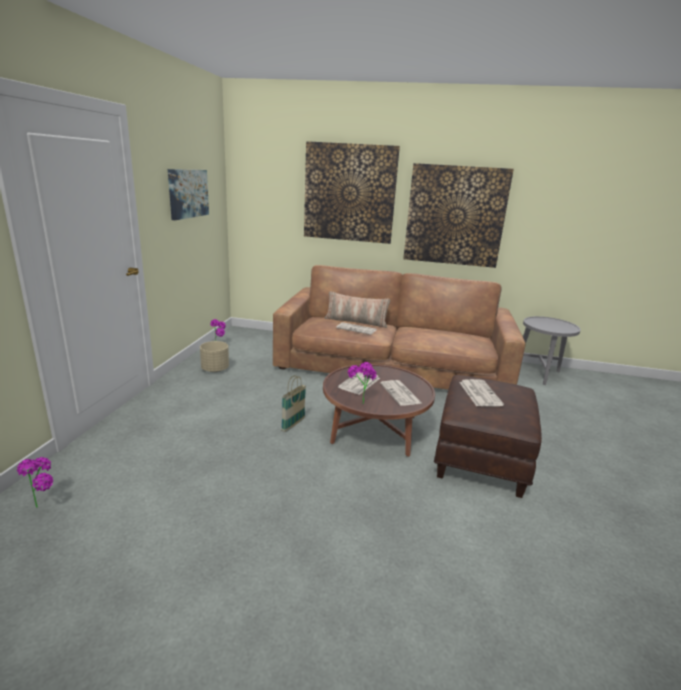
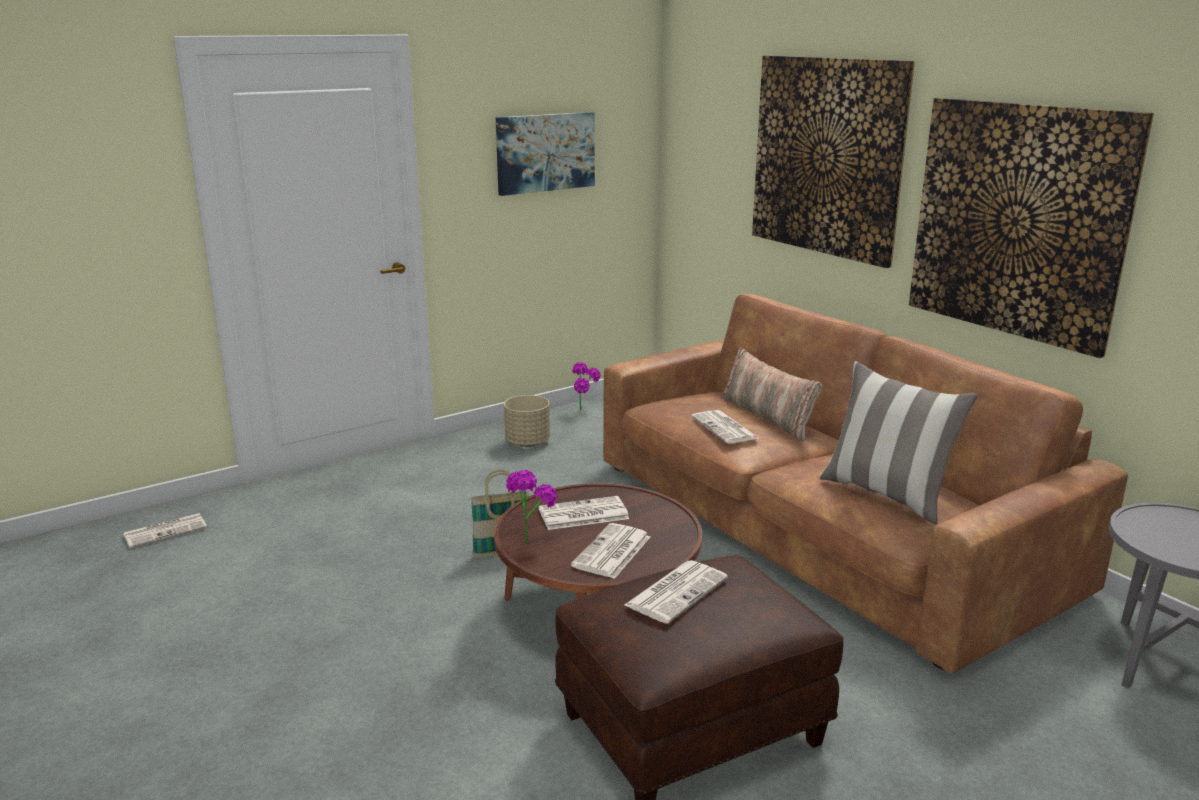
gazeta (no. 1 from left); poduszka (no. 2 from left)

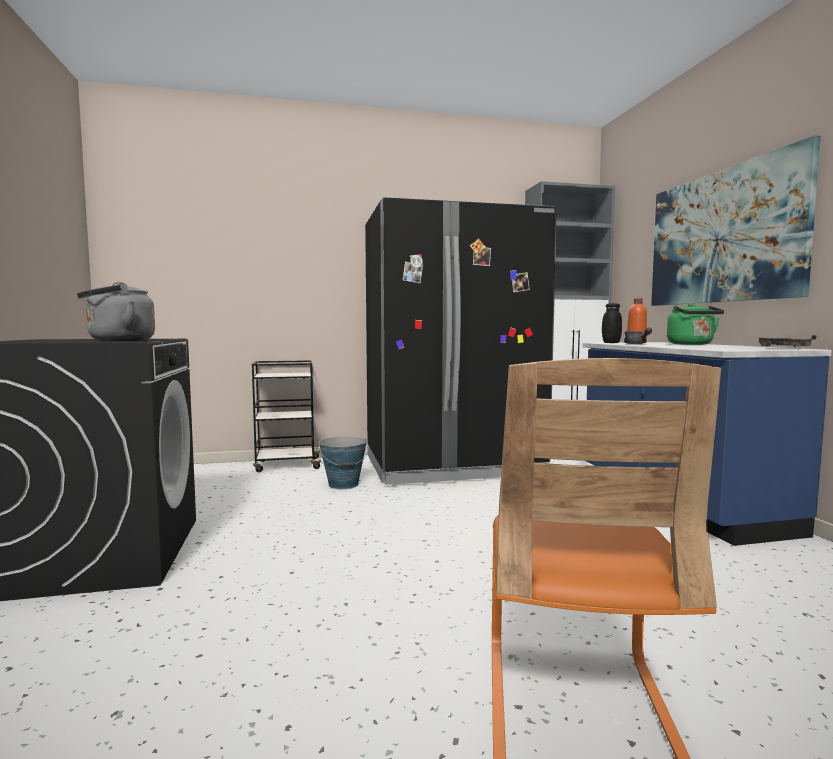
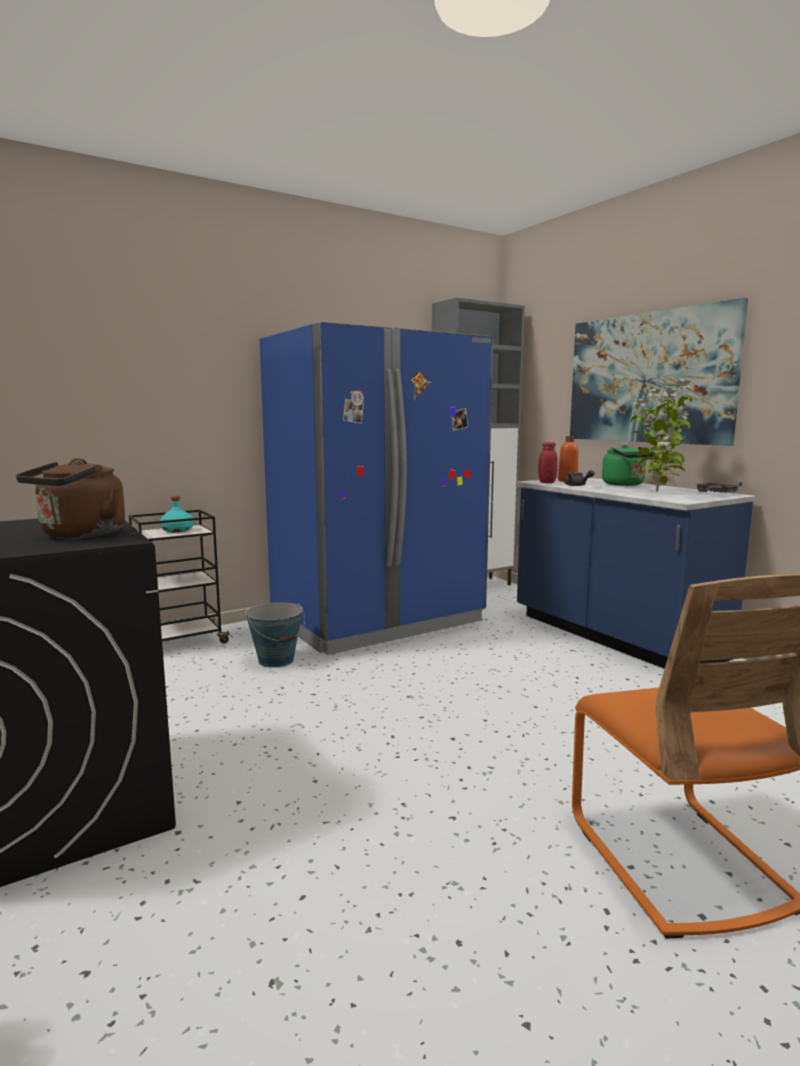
lodówka [niebieski]; czajnik [brązowy]; słoik [czerwony]; roślina doniczkowa; butelka [turkusowy]

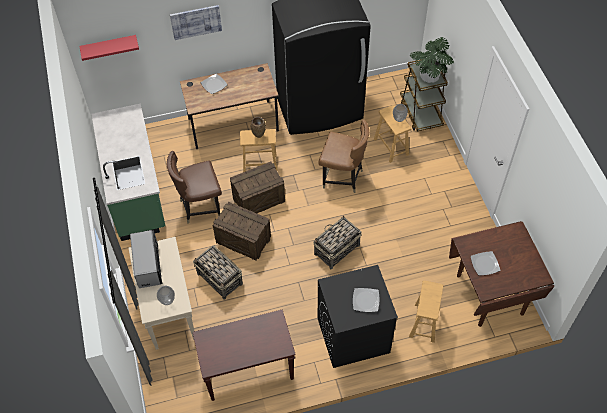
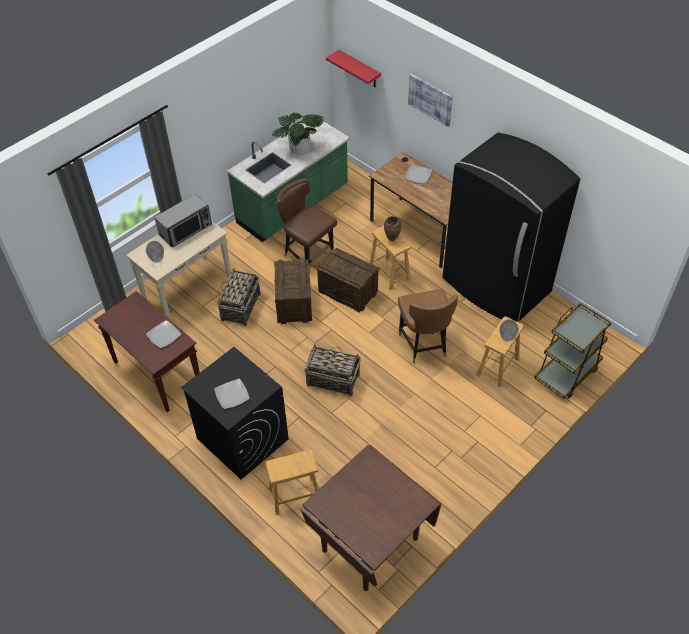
roślina doniczkowa; talerz (no. 1 from left)

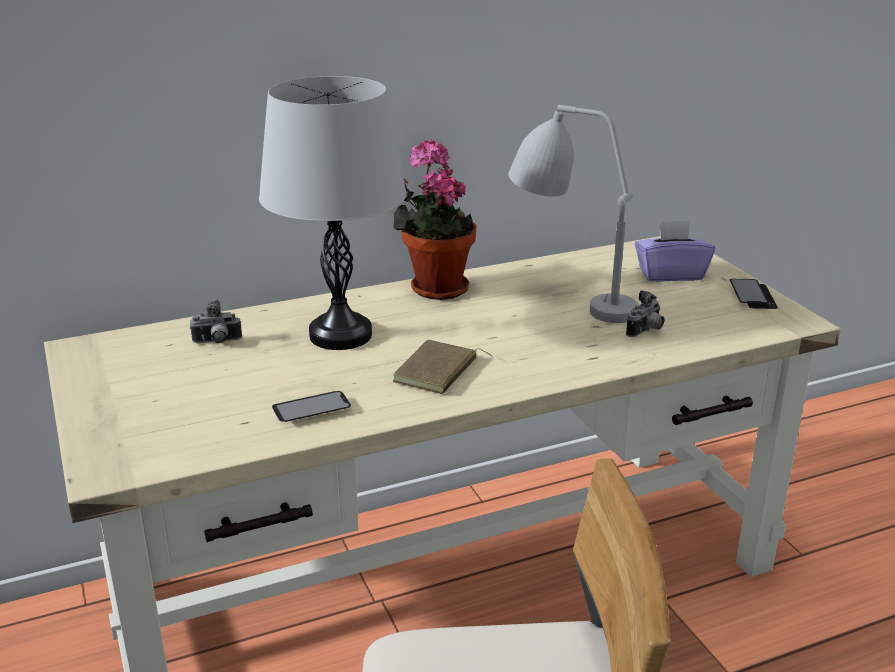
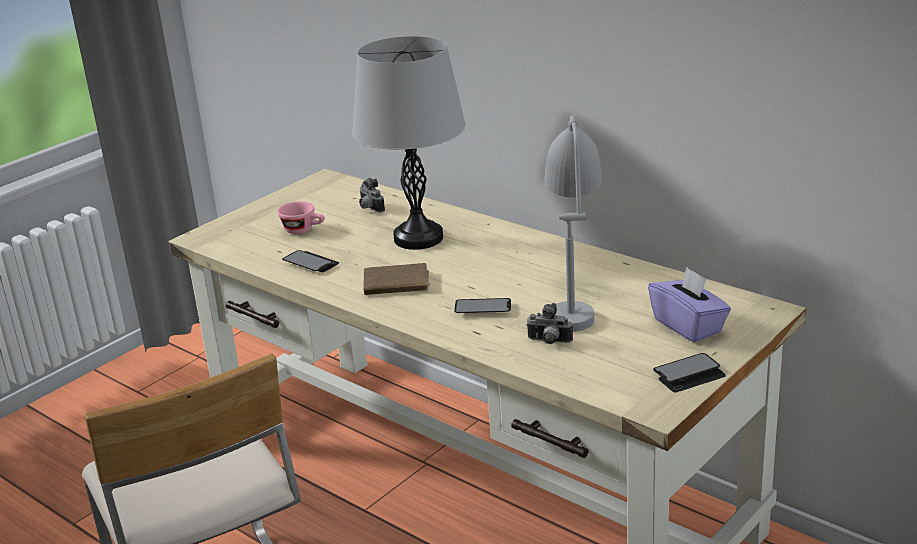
roślina doniczkowa; filiżanka [różowy]; telefon (no. 2 from left)

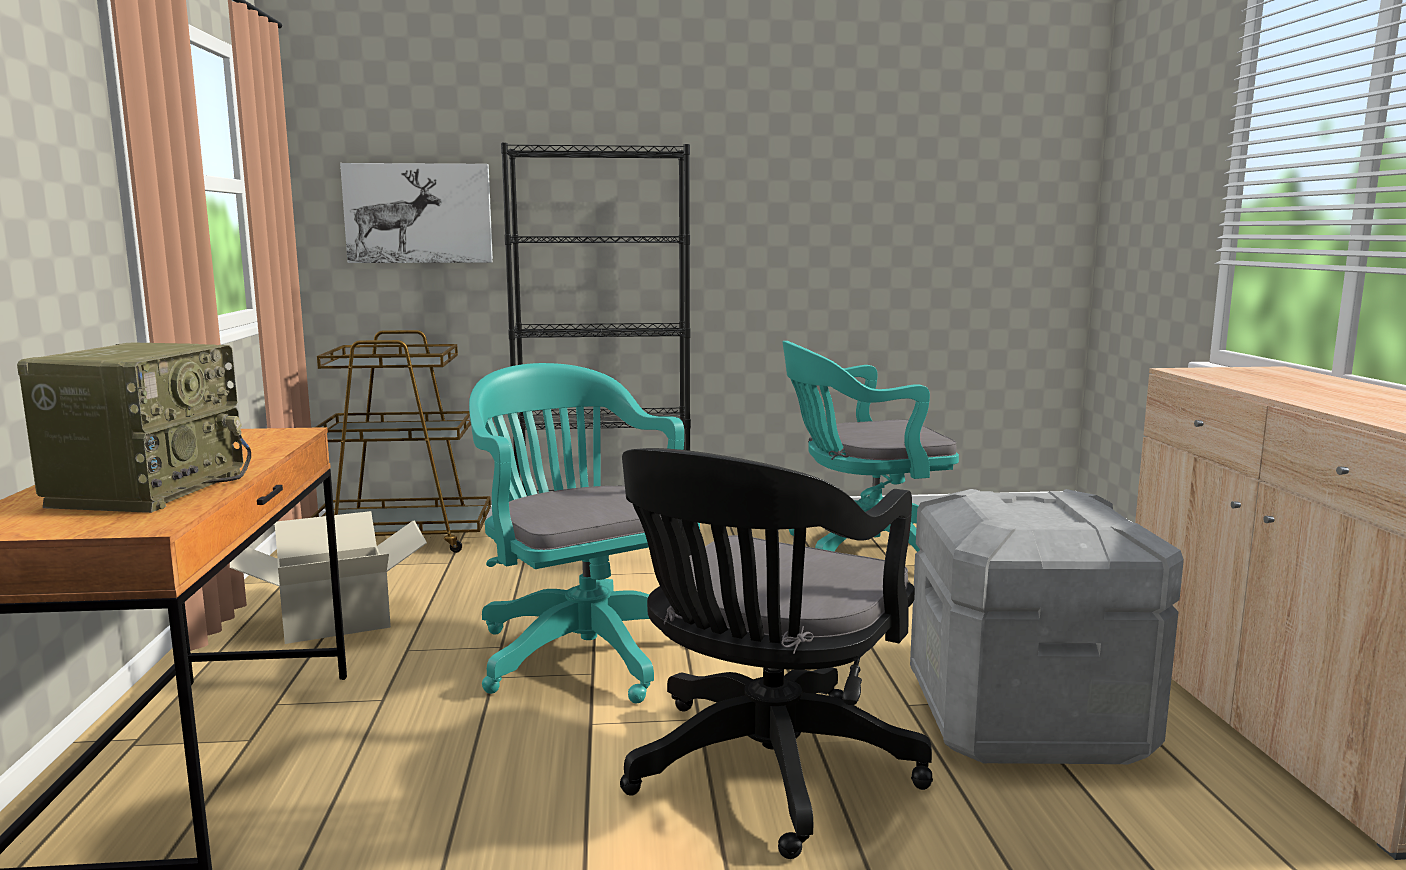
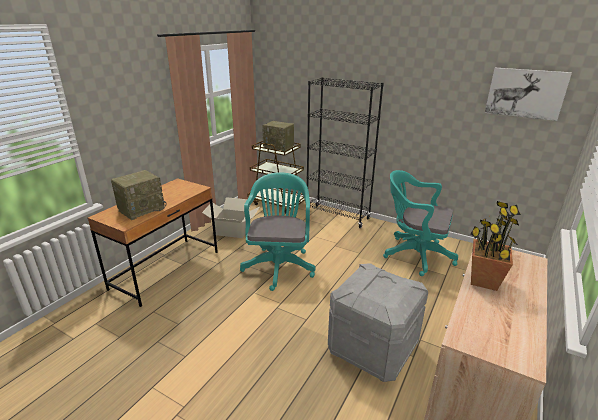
obraz; krzesło biurowe [czarny]; radio (no. 2 from left); roślina doniczkowa

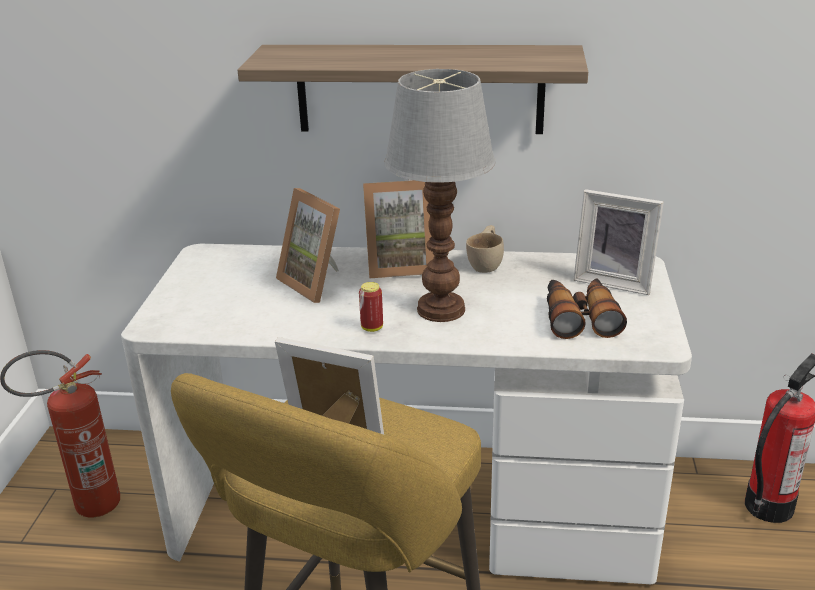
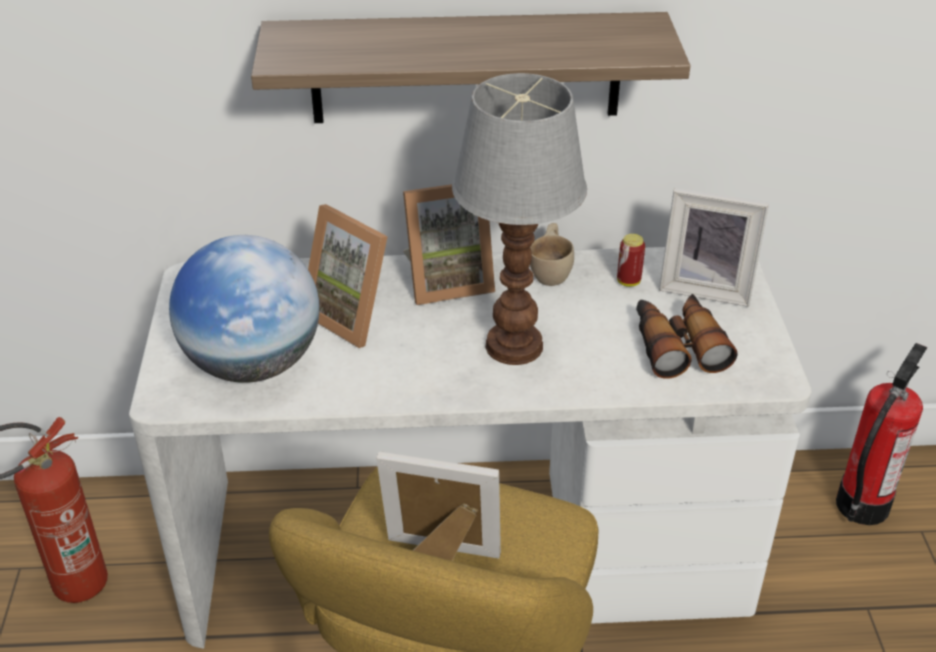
puszka; globus

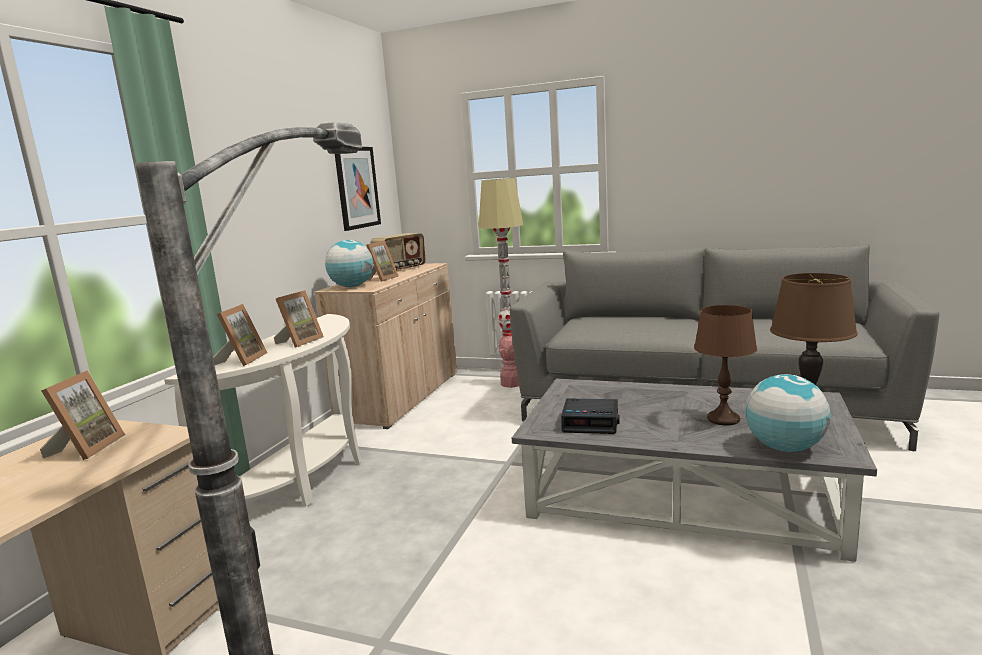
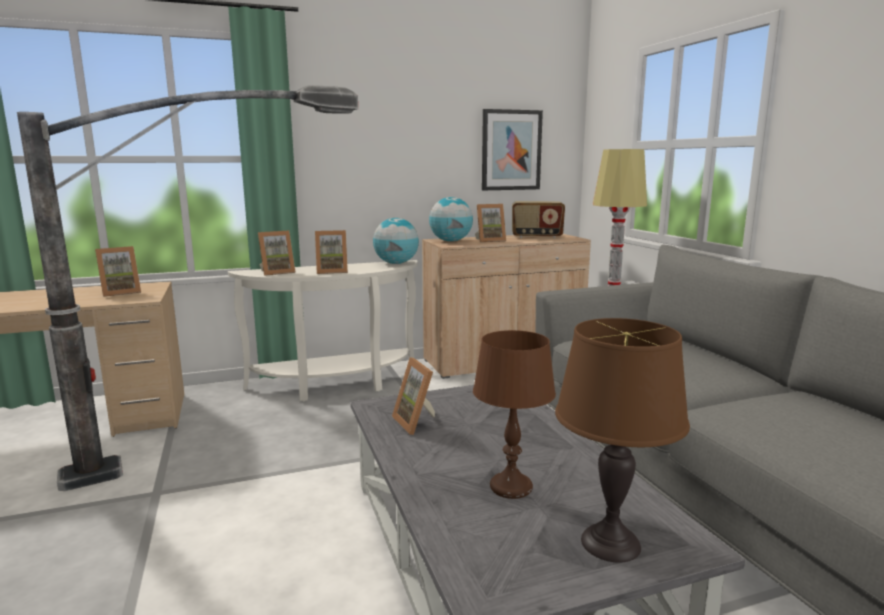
globus (no. 1 from left); ramka na zdjęcie (no. 4 from left)

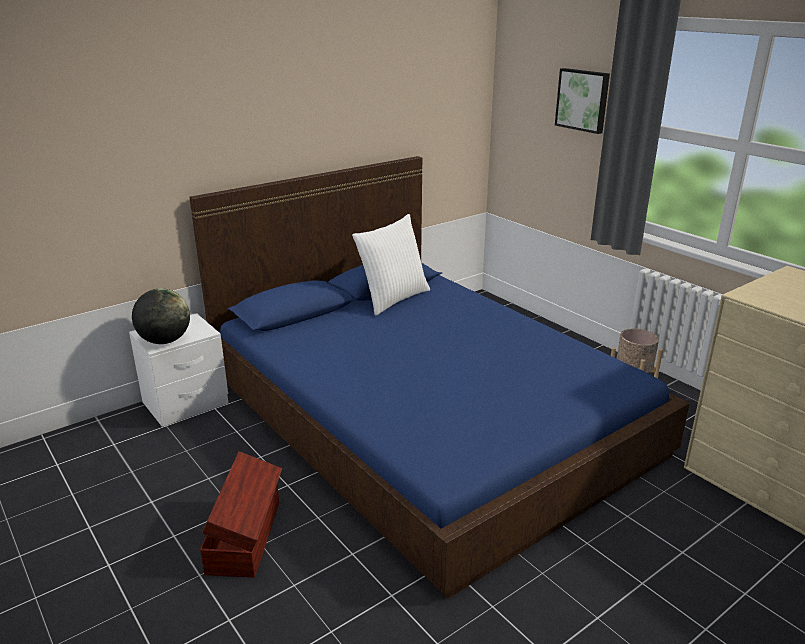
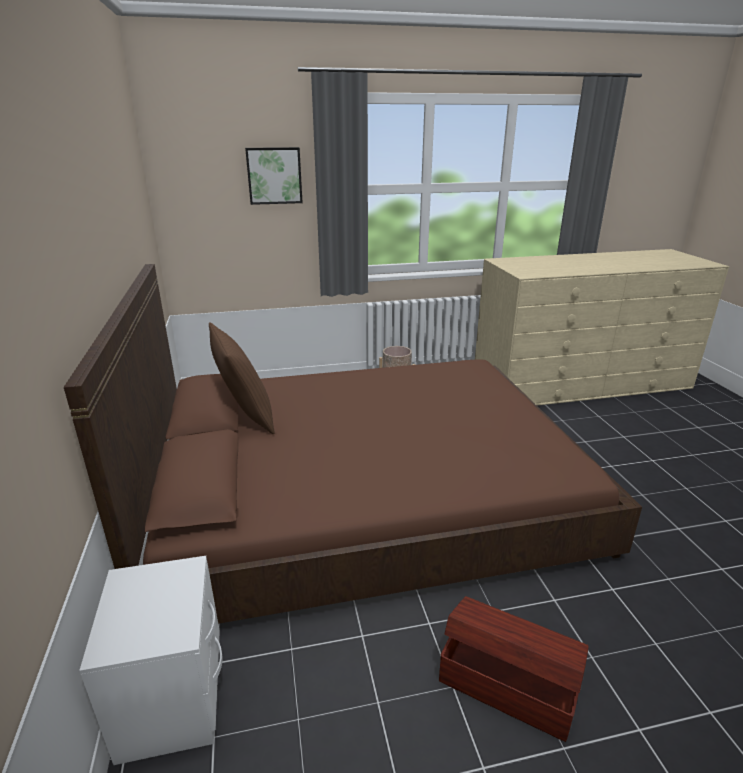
łóżko [brązowy]; poduszka [brązowy]; globus

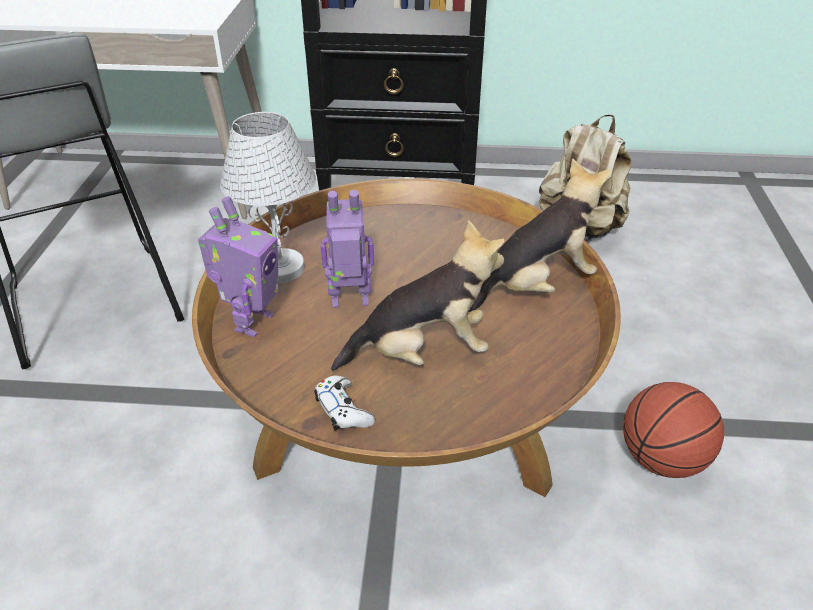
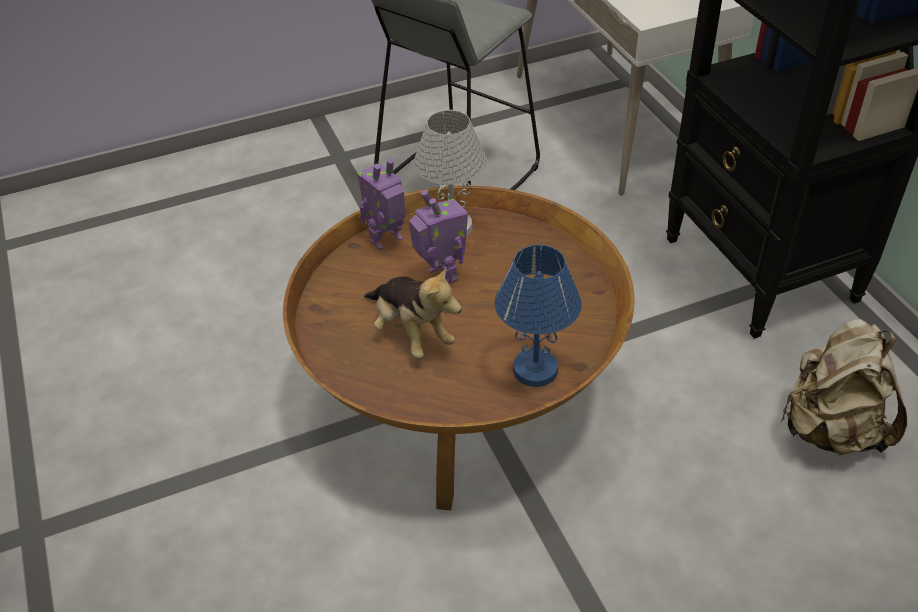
lampa stołowa [niebieski]; robot zabawkowy (no. 1 from left); pad do gier [biały]; piłka do koszykówki

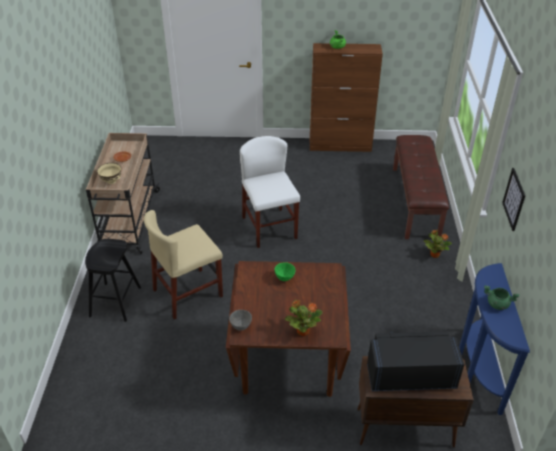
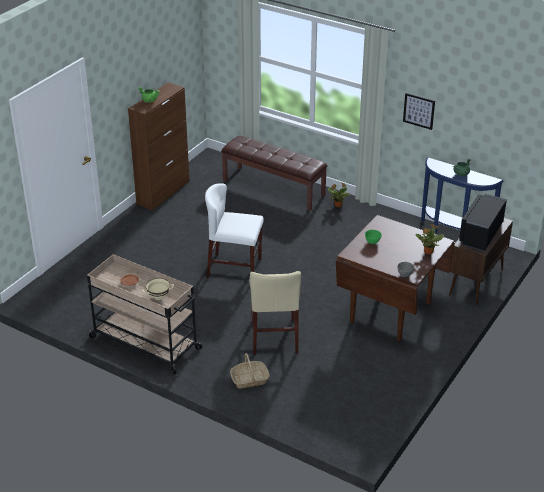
koszyk

